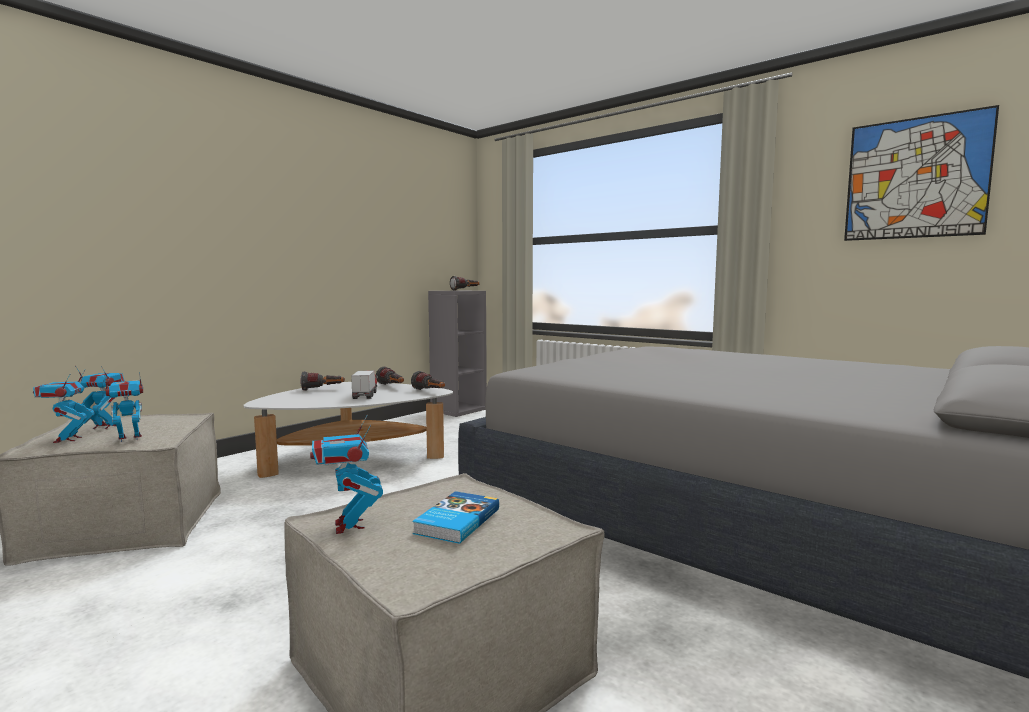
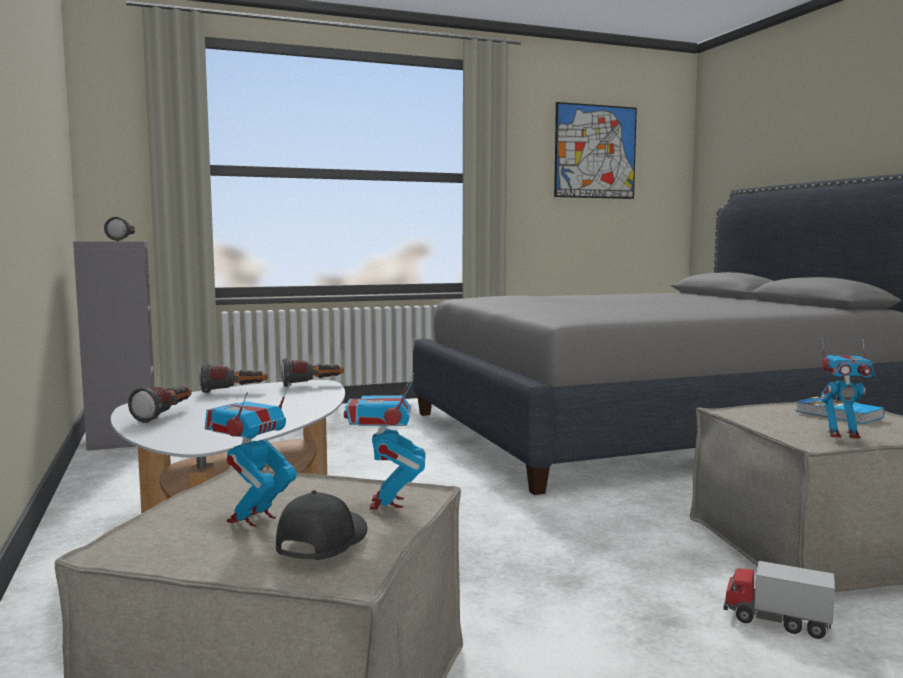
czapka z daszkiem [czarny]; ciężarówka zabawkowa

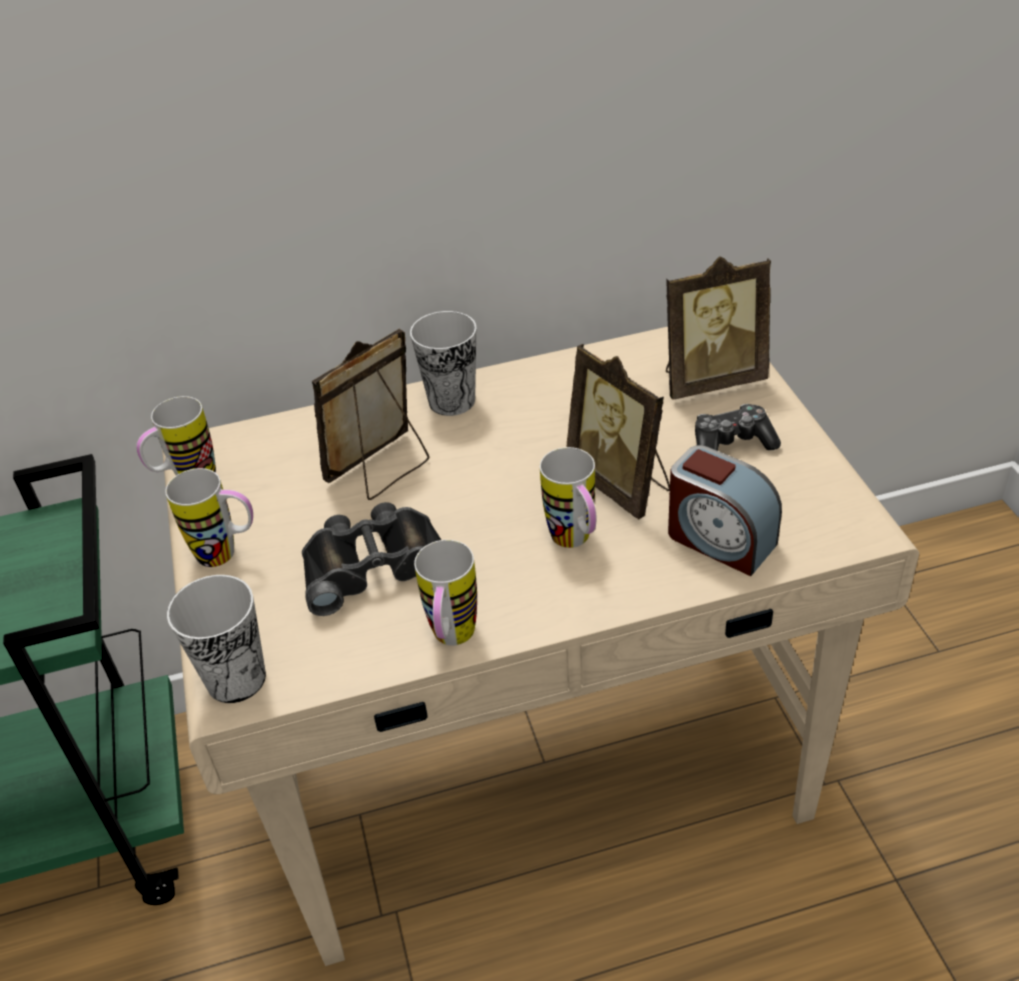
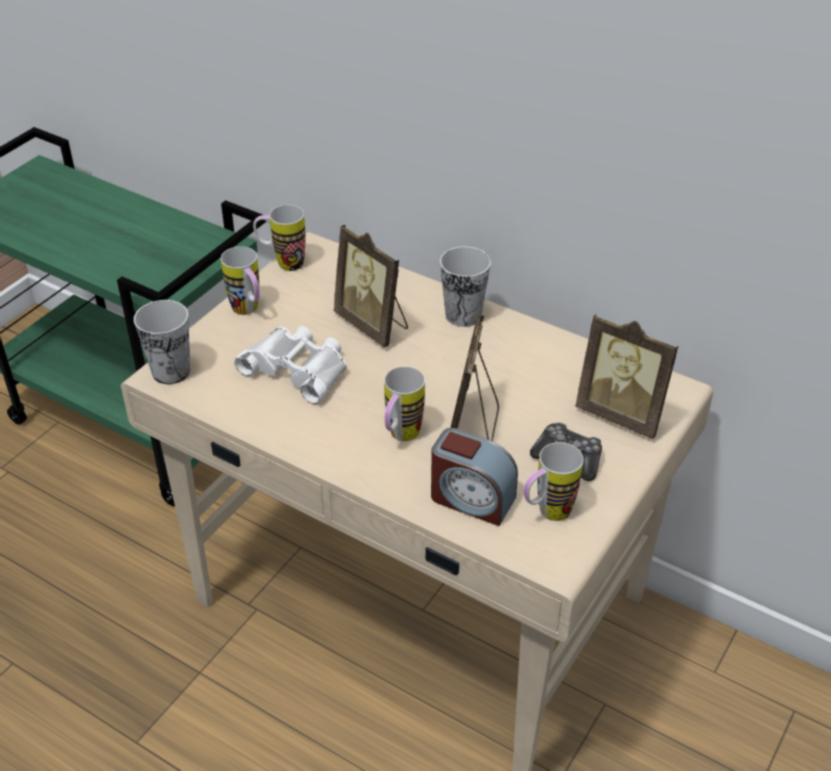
ramka na zdjęcie (no. 1 from left); budzik; lornetka [biały]; kubek (no. 4 from left)

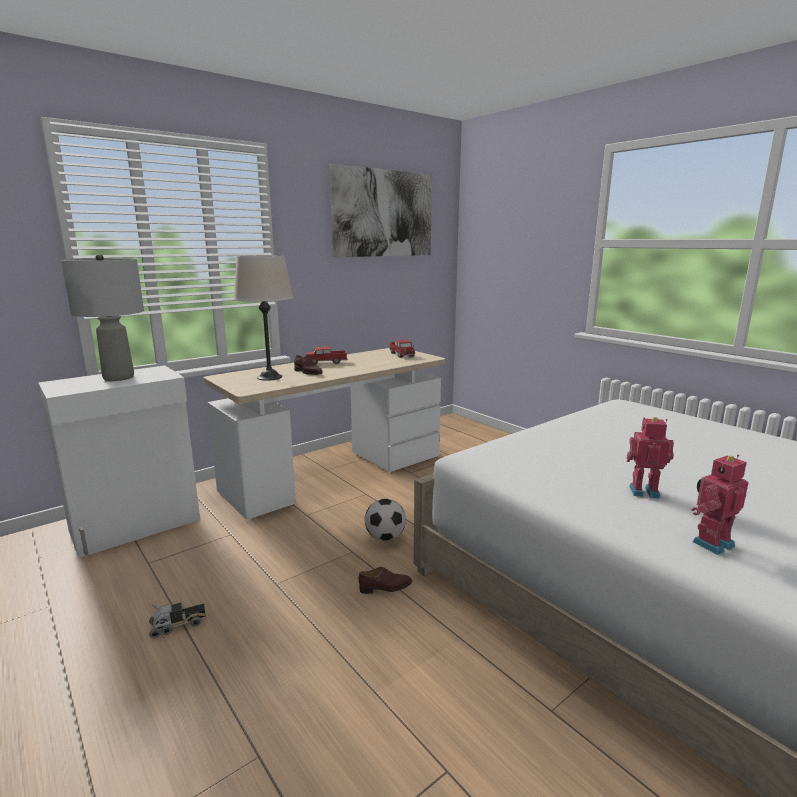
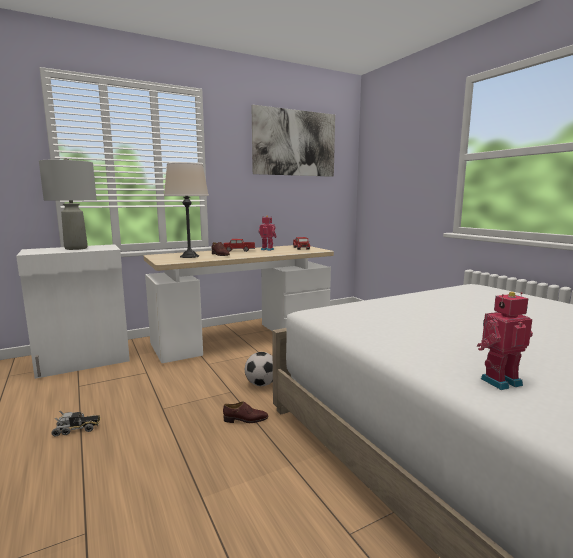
robot zabawkowy (no. 1 from left)

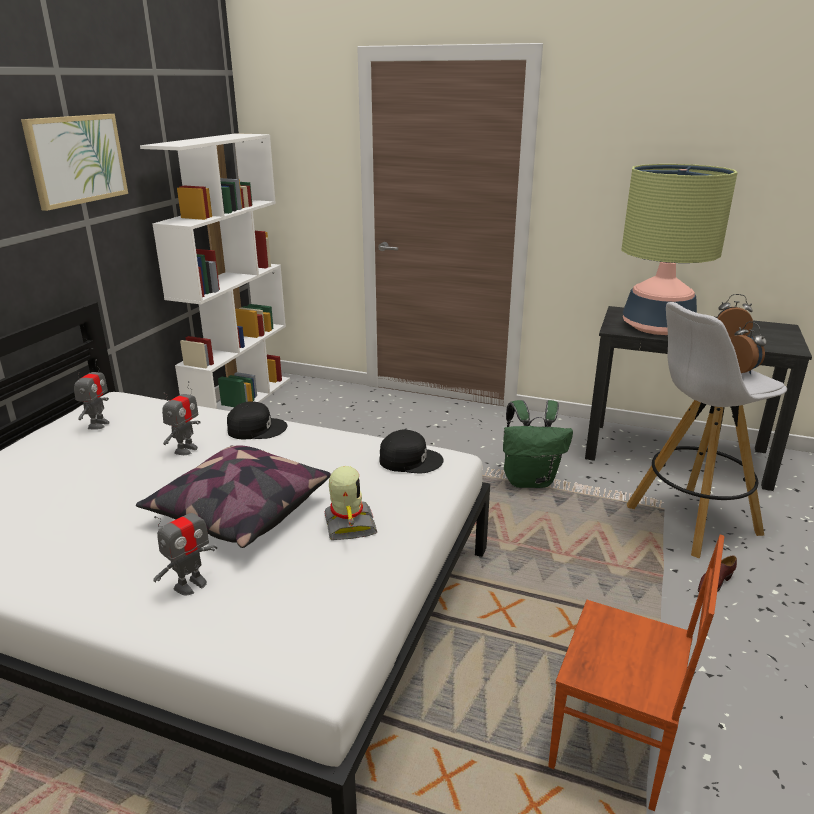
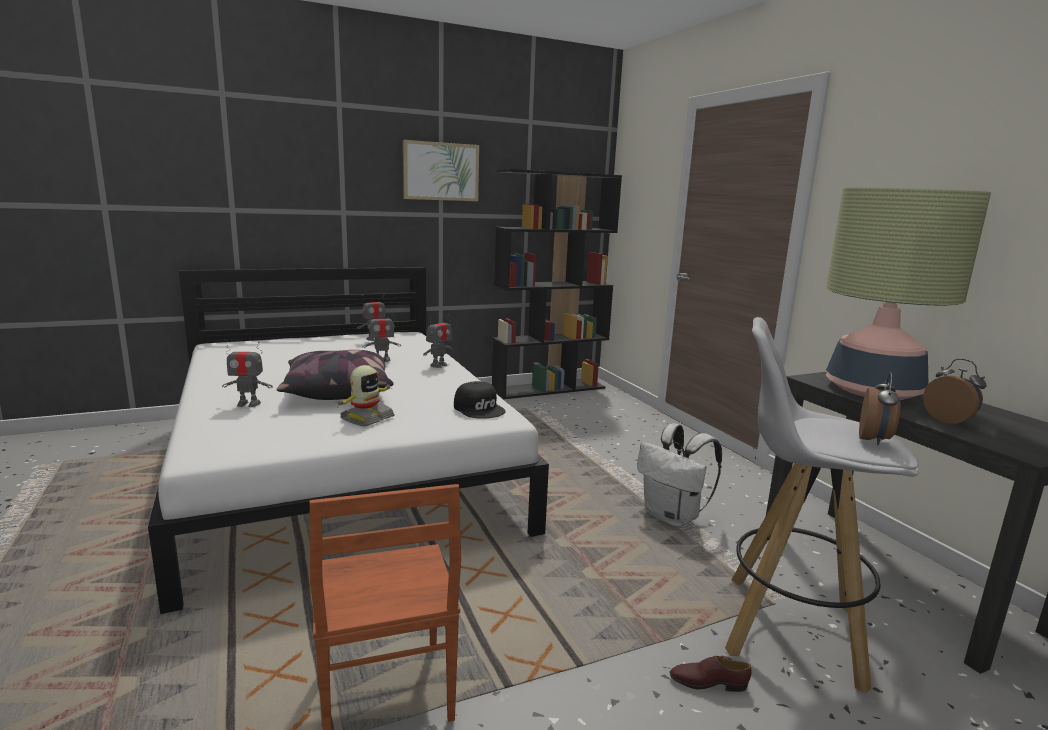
regał [czarny]; plecak [biały]; robot zabawkowy (no. 5 from left)

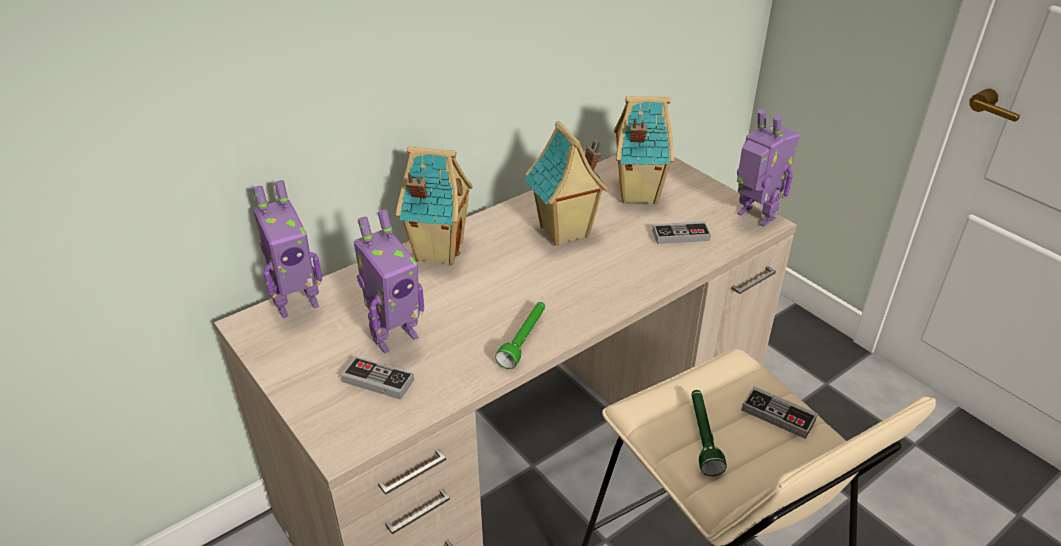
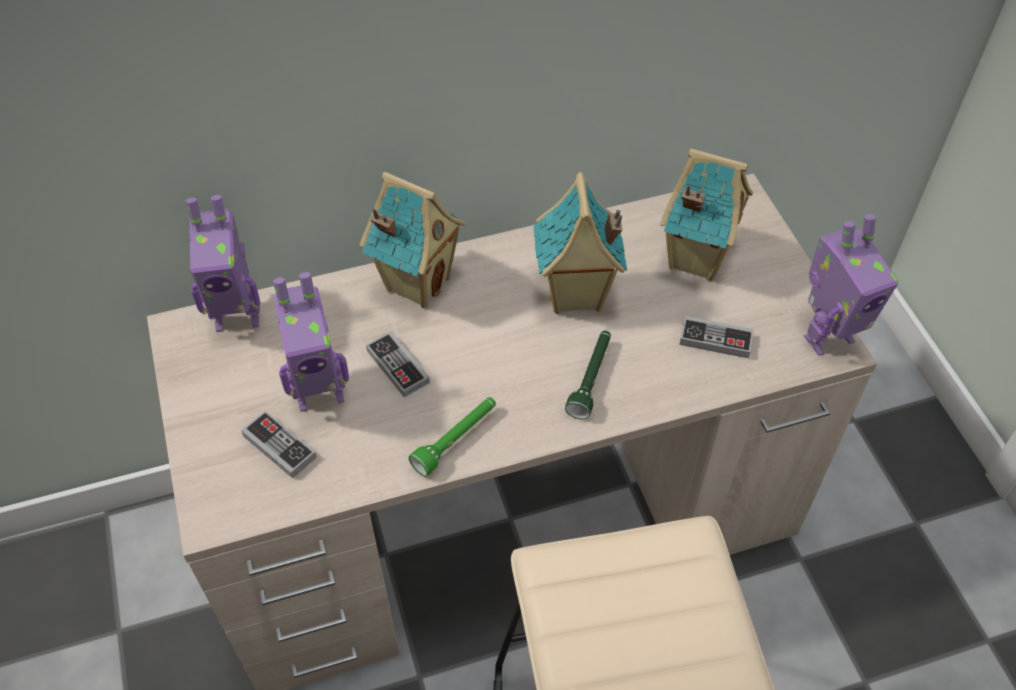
robot zabawkowy (no. 3 from left); pad do gier (no. 2 from left); latarka [zielony] (no. 2 from left)

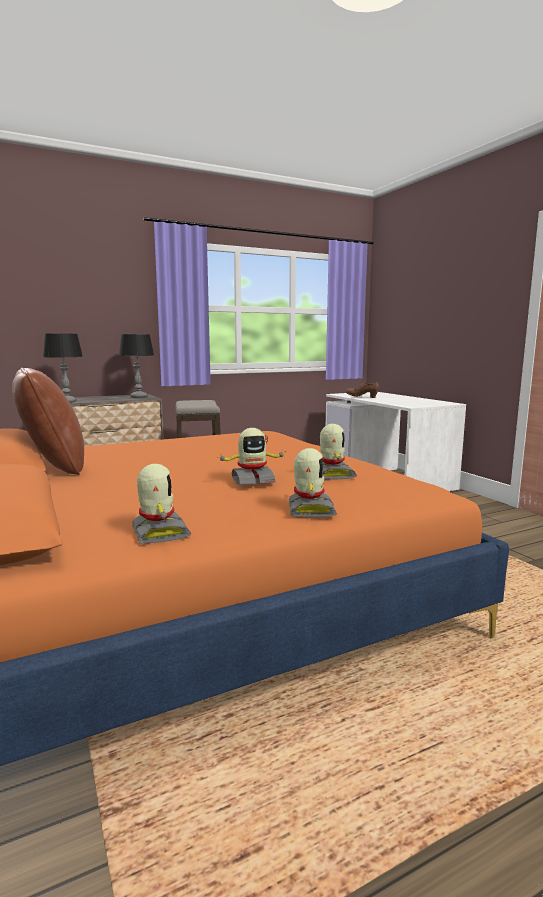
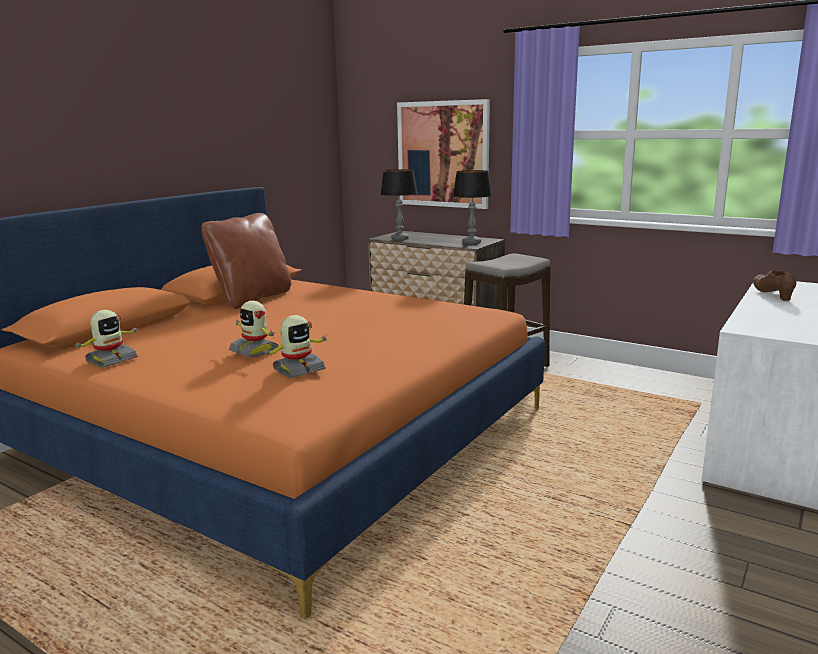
robot zabawkowy (no. 3 from left in the first image); obraz

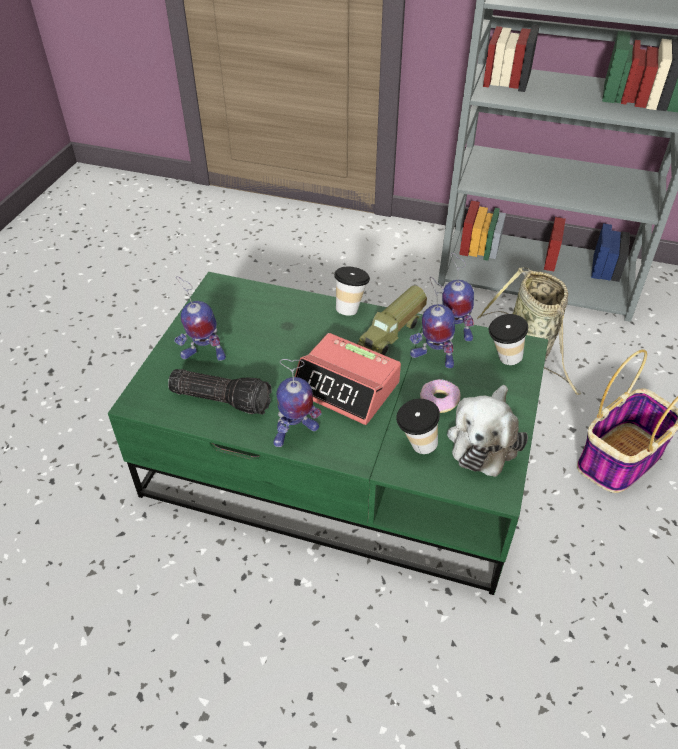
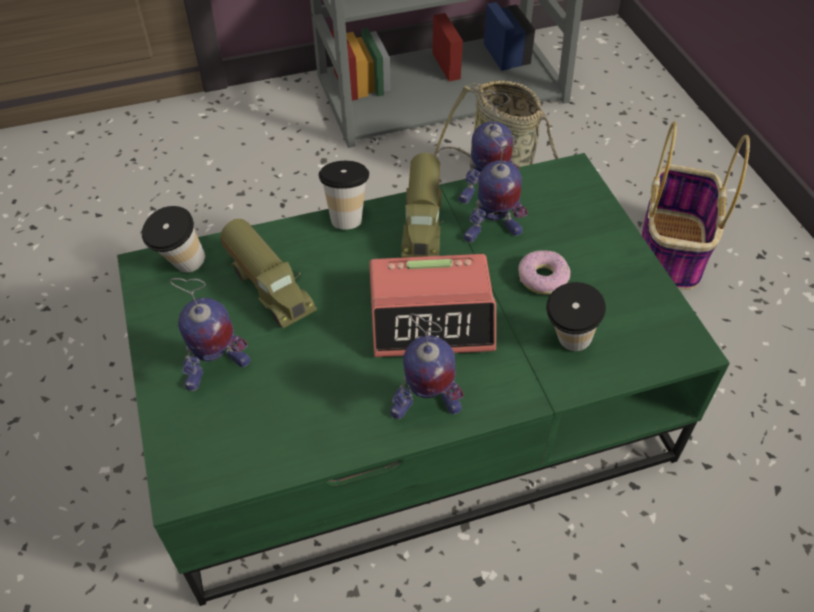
filiżanka (no. 1 from left); robot zabawkowy (no. 2 from left); latarka; pluszak; ciężarówka zabawkowa (no. 1 from left)

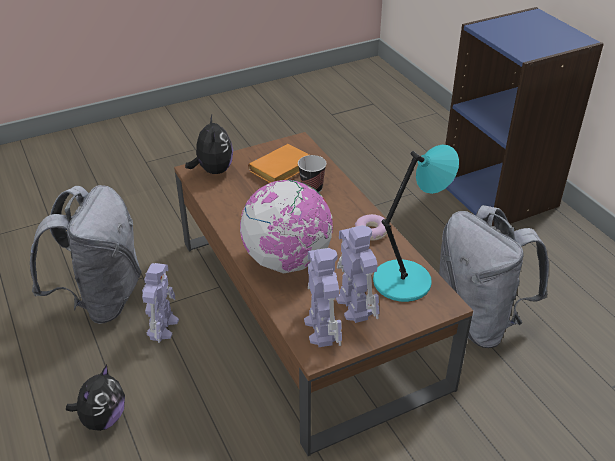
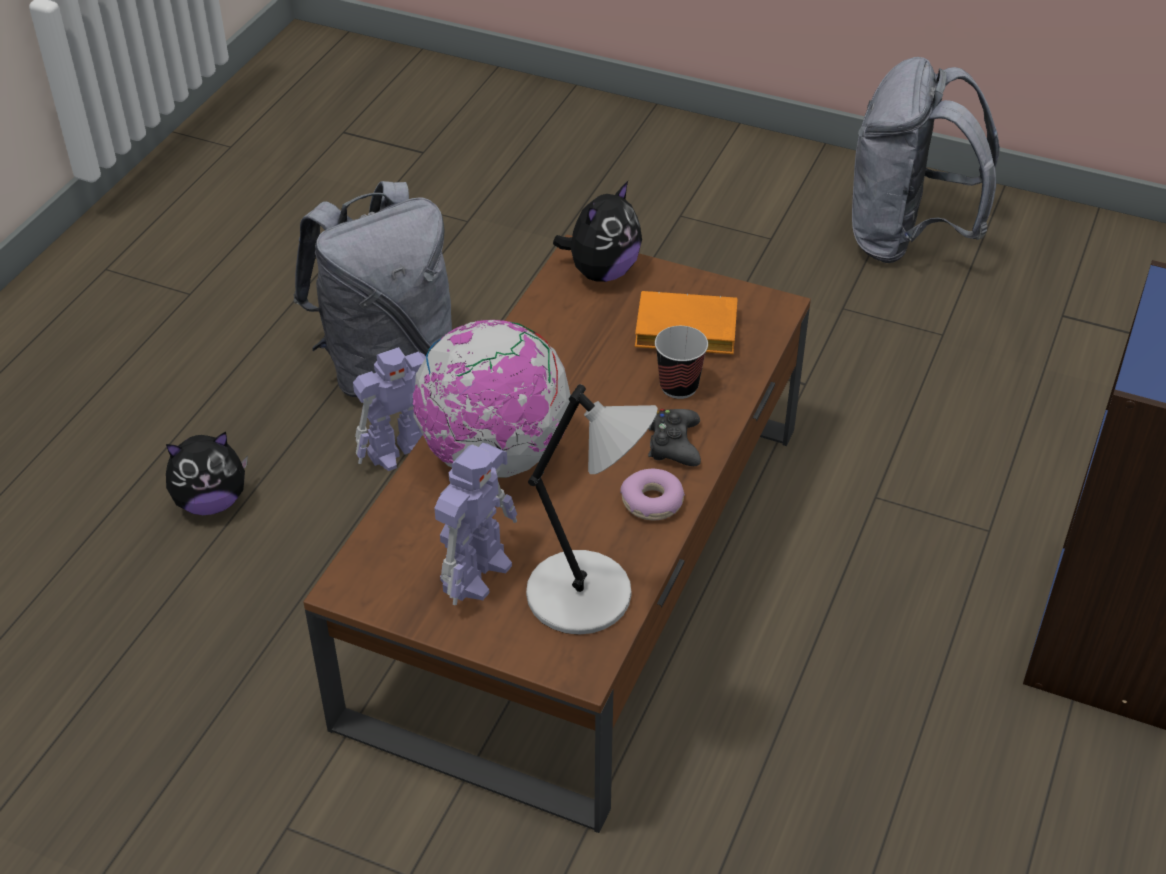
lampa stołowa [szary]; plecak [szary] (no. 2 from left); robot zabawkowy (no. 2 from left in the first image); pad do gier [czarny]

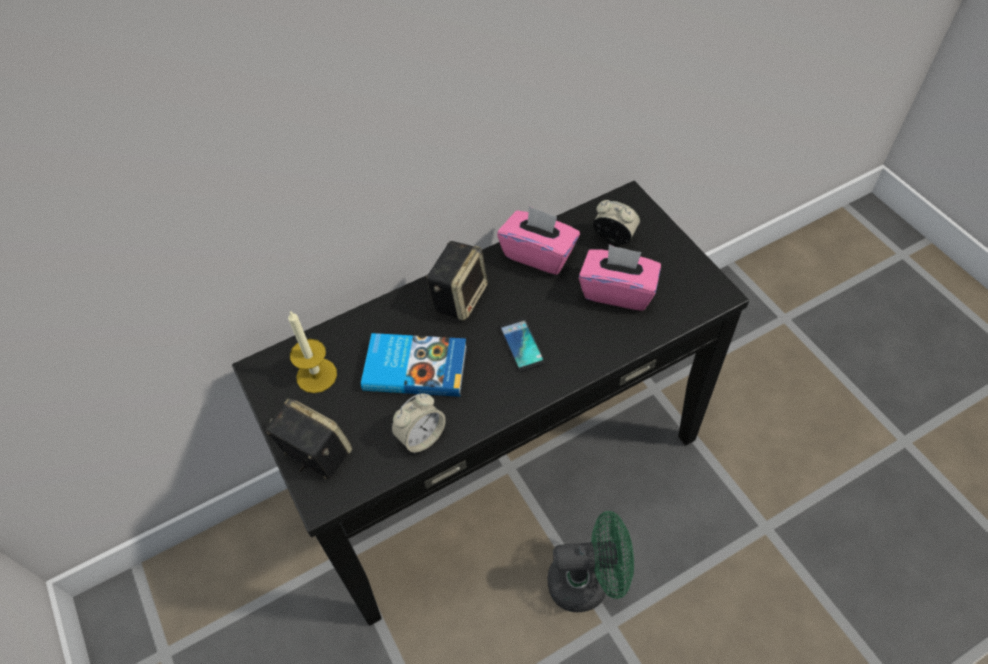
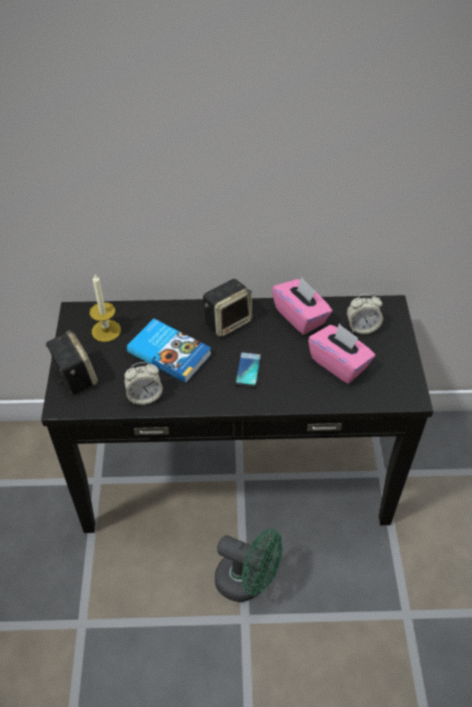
budzik (no. 2 from left)

